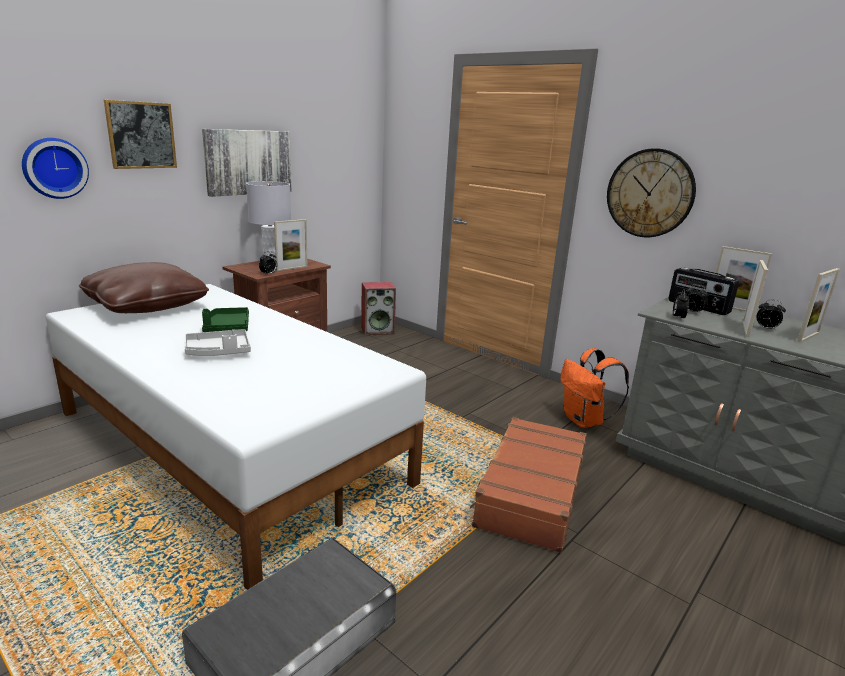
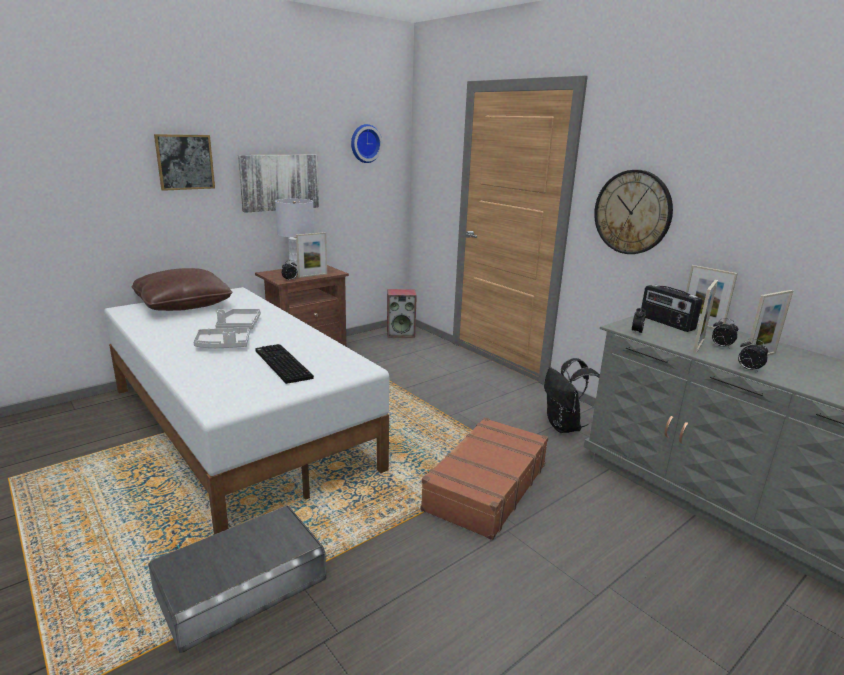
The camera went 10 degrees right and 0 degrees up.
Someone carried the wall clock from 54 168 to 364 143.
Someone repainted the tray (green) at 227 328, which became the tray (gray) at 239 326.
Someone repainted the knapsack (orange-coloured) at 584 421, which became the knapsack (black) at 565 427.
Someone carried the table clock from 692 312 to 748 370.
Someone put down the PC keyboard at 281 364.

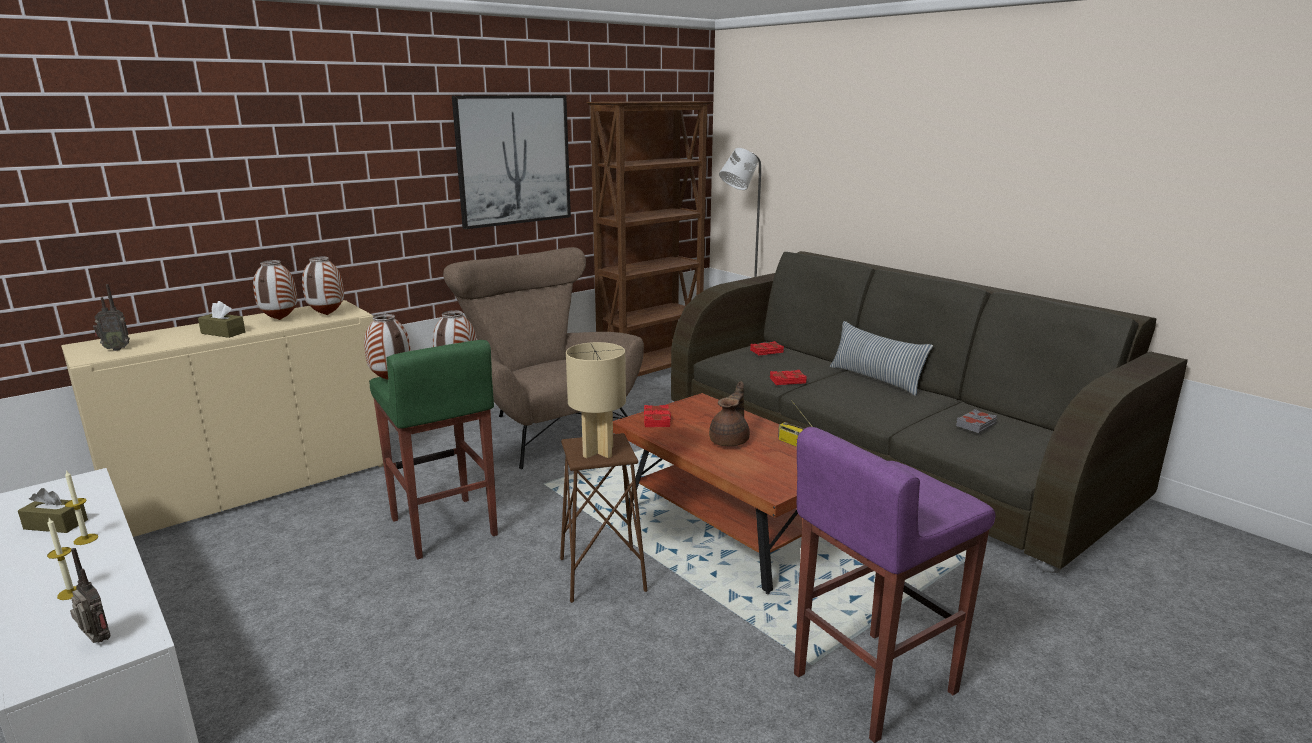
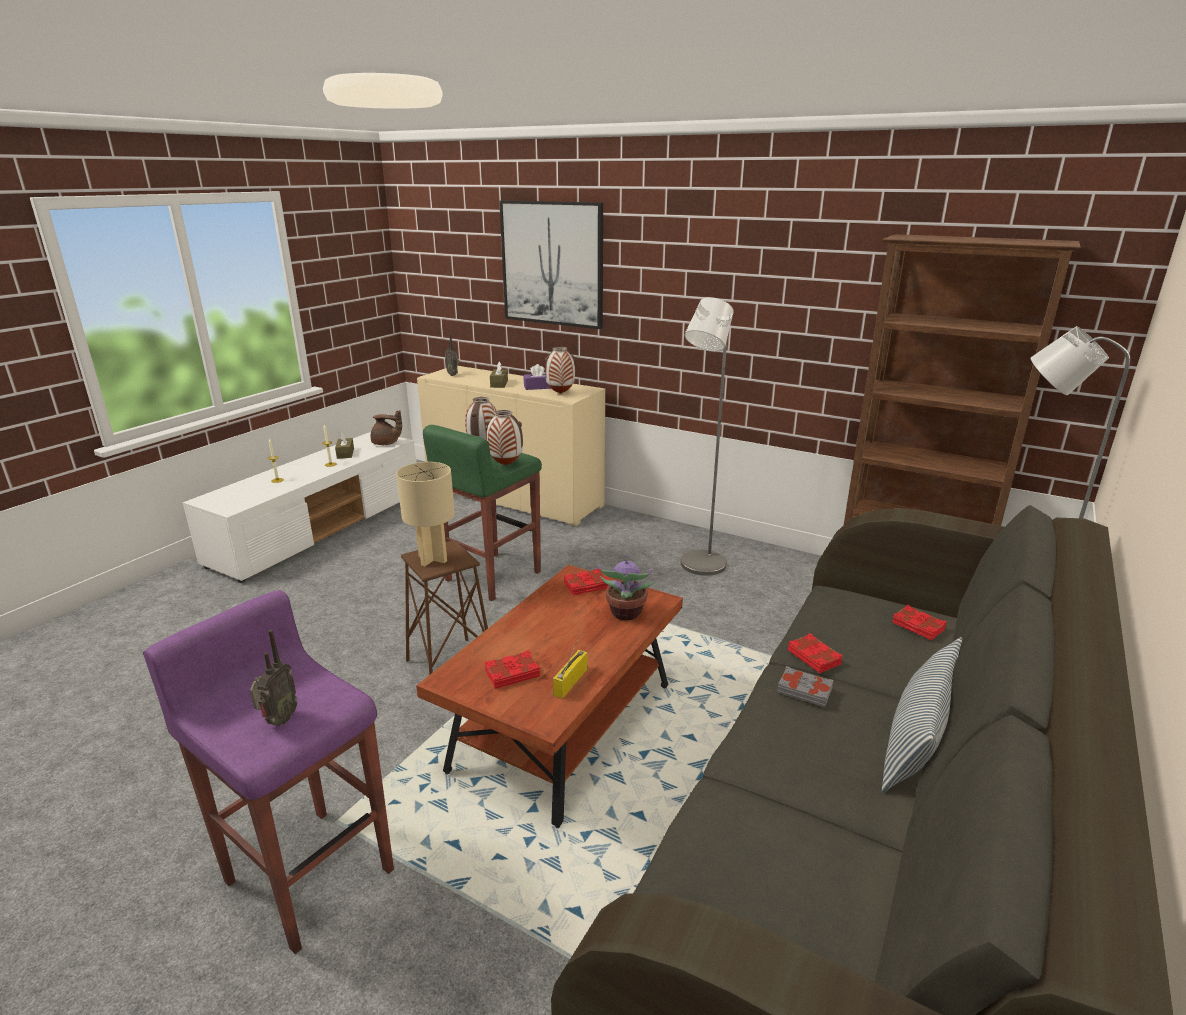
The camera went 70 degrees right and 5 degrees up.
Someone carried the radio receiver from 96 642 to 278 721.
Someone swapped the vase at 280 320 for the box of tissues (purplish) at 538 387.
Someone swapped the easy chair (brownish) at 545 426 for the standard lamp (gray) at 699 568.
Someone carried the wall picture from 513 160 to 552 264.
Someone carried the teapot (brownish) from 730 441 to 386 443.
Someone carried the volume (gray) from 975 424 to 804 690.
Someone put down the volume (red) at 512 673.
Someone put down the plant in a pot at 625 614.

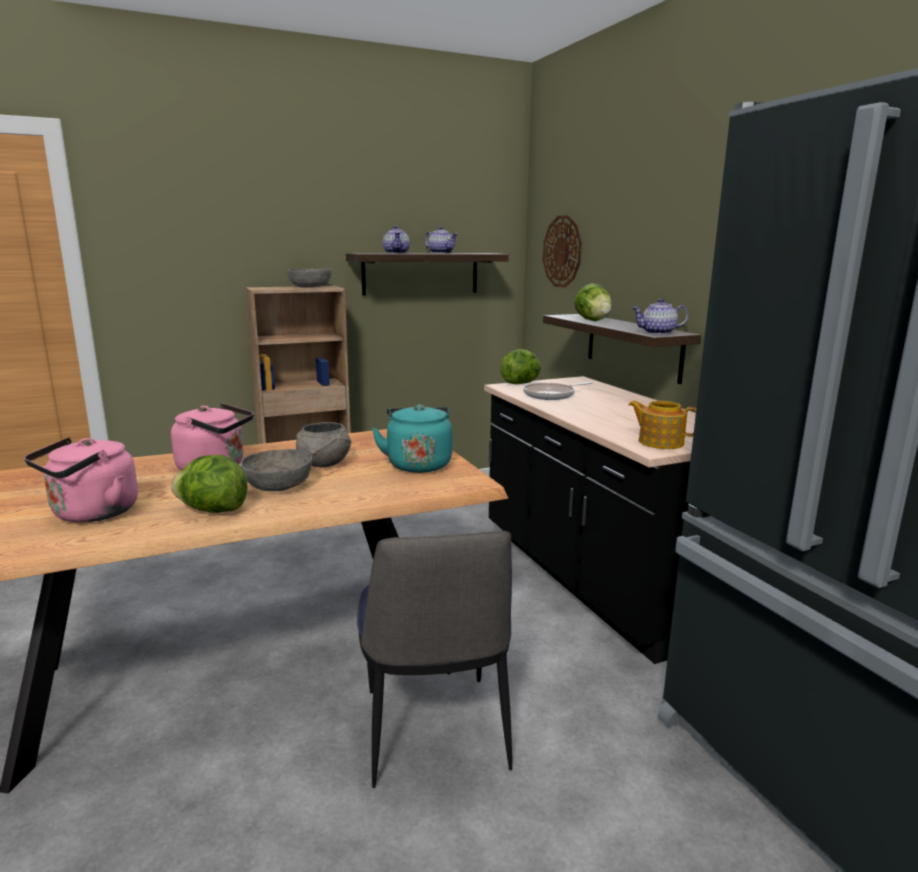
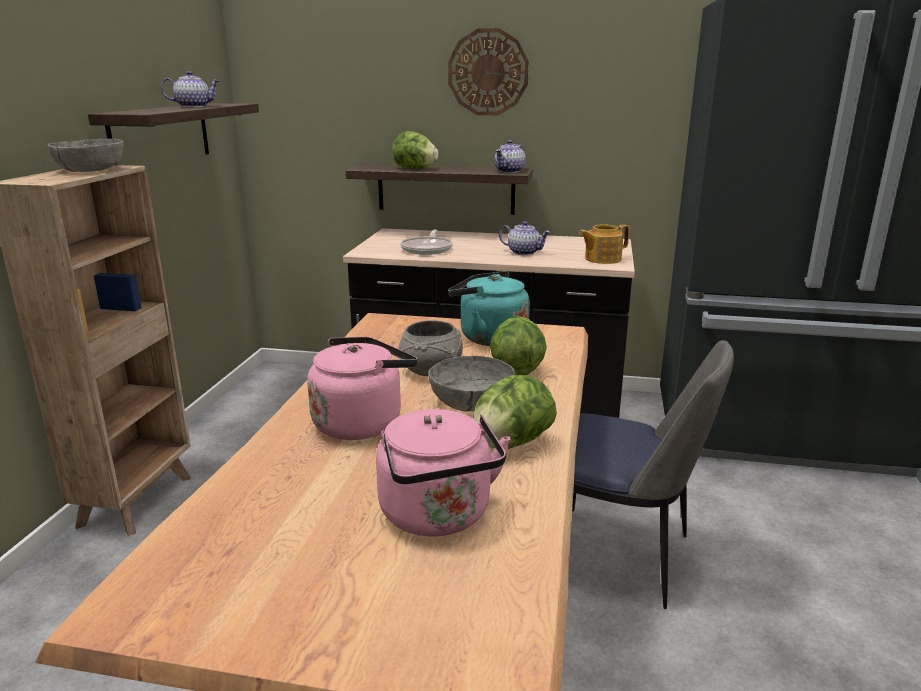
The camera went 55 degrees left and 5 degrees up.
Someone carried the teapot from 397 253 to 524 252.
Someone carried the lettuce from 521 383 to 516 370.
Someone carried the wall clock from 562 251 to 488 72.

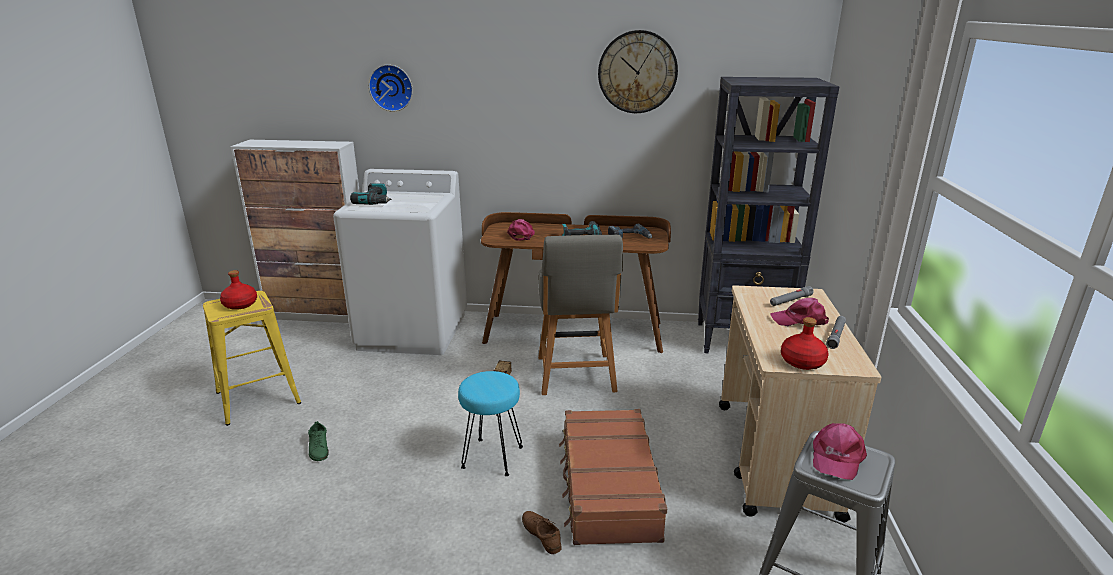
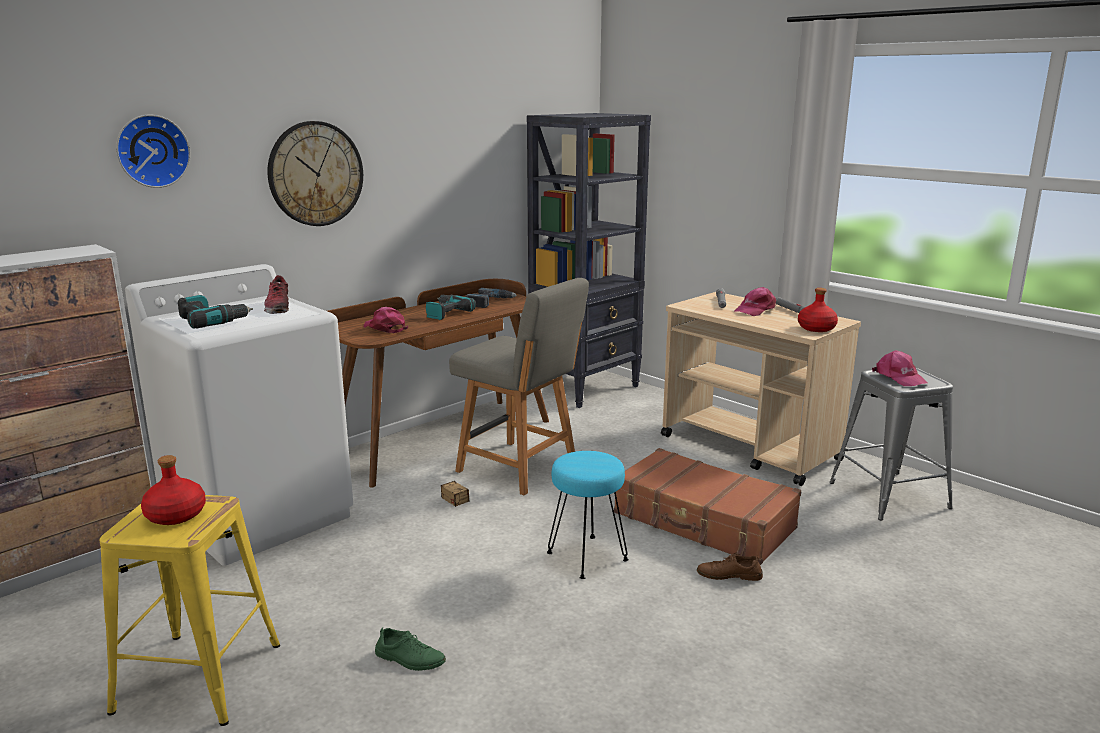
The camera went 50 degrees left and 5 degrees down.
Someone carried the wall clock from 637 72 to 315 174.
Someone put down the shoe at 277 307.

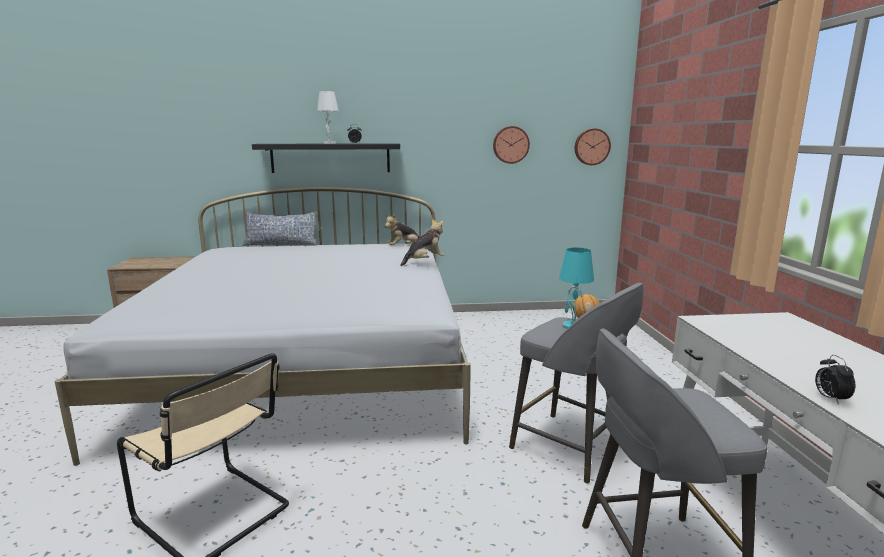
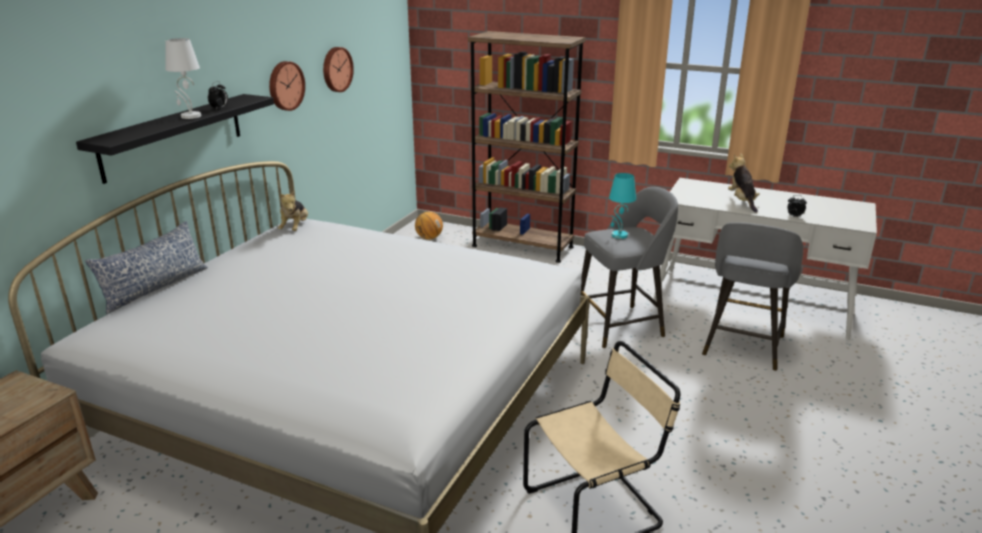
The camera went 60 degrees left and 10 degrees up.
Someone carried the plush toy from 424 262 to 742 201.
Someone carried the wall clock from 591 146 to 285 85.
Someone put down the bookcase (brownish) at 522 246.

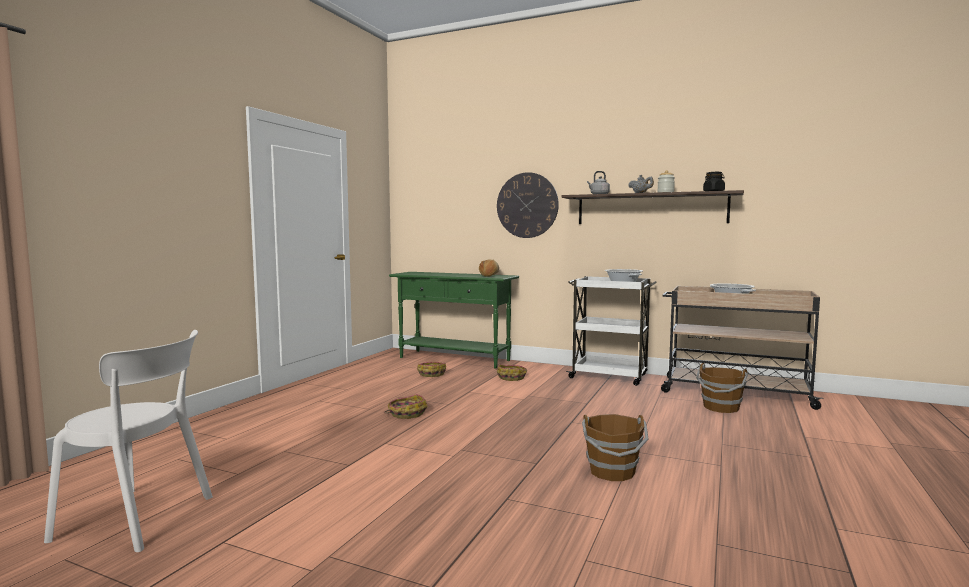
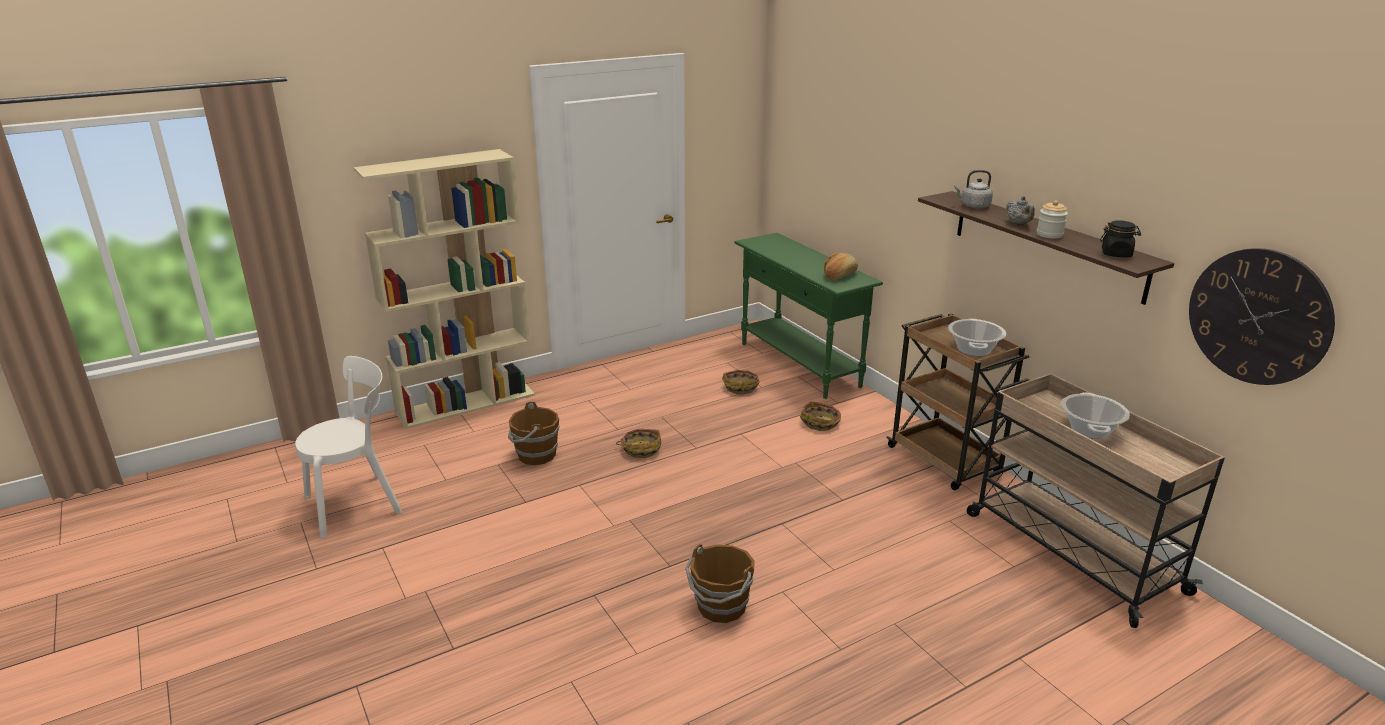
The camera went 35 degrees right and 20 degrees up.
Someone rotated the upright chair (white) at 140 518 by 75 degrees counterclockwise.
Someone carried the wall clock from 527 205 to 1258 316.
Someone repainted the trolley (white) at 610 376, which became the trolley (brownish) at 945 461.
Someone carried the bucket (brownish) from 721 408 to 535 455.
Someone put down the bookcase (sand-coloured) at 466 403.

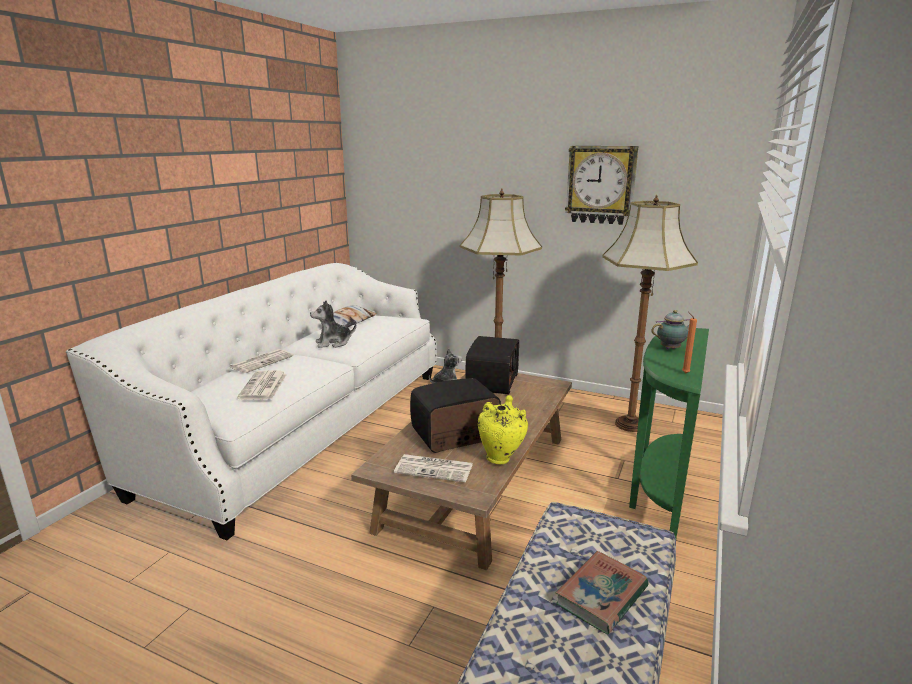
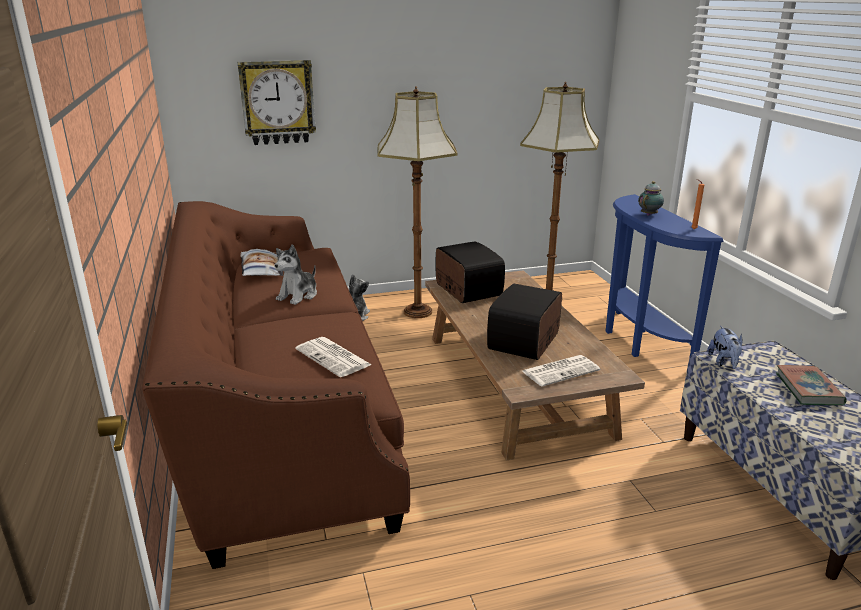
The camera went 40 degrees left and 5 degrees up.
Someone repainted the couch (white) at 304 426, which became the couch (brownish) at 280 406.
Someone took away the daily paper at 262 361.
Someone took away the vase (yellow-coloured) at 501 458.
Someone carried the wall clock from 601 185 to 278 102.
Someone repainted the console table (green) at 658 496, which became the console table (blue-coloured) at 638 342.
Someone put down the plush toy at 724 362.

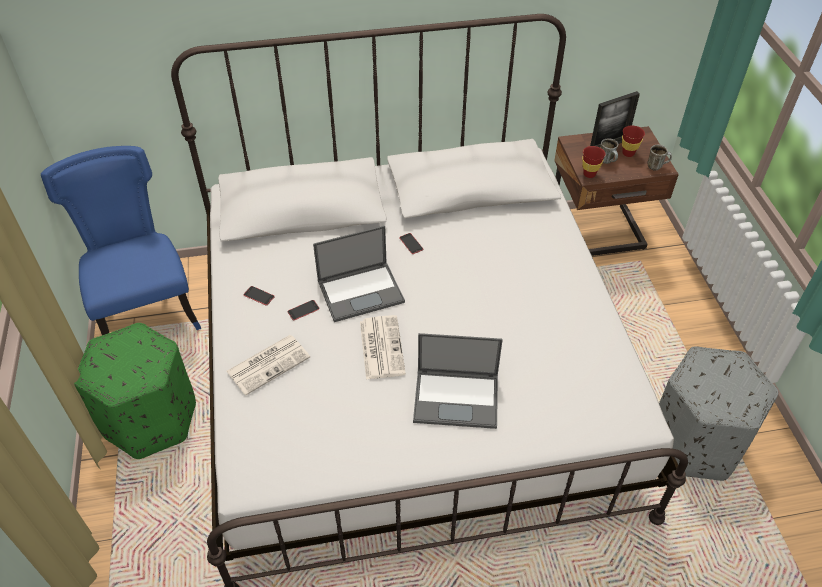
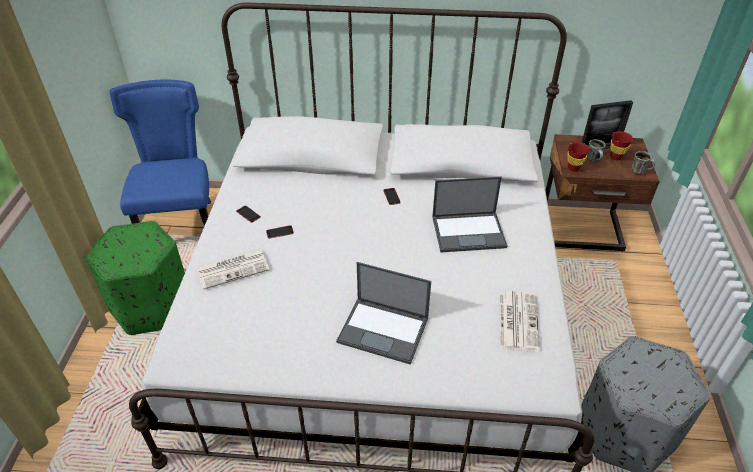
The camera went 15 degrees right and 5 degrees down.
Someone carried the notebook computer from 361 291 to 469 232.
Someone carried the daily paper from 381 347 to 517 320.

